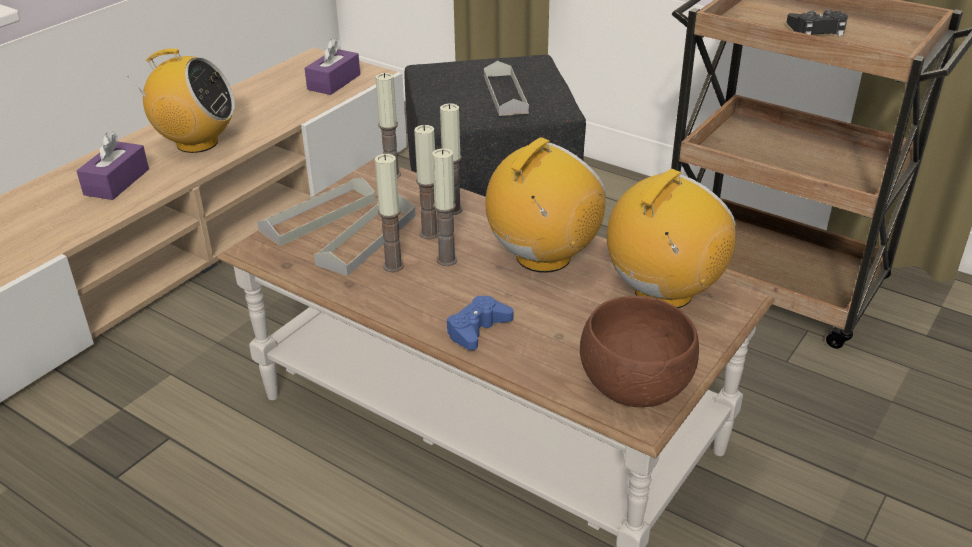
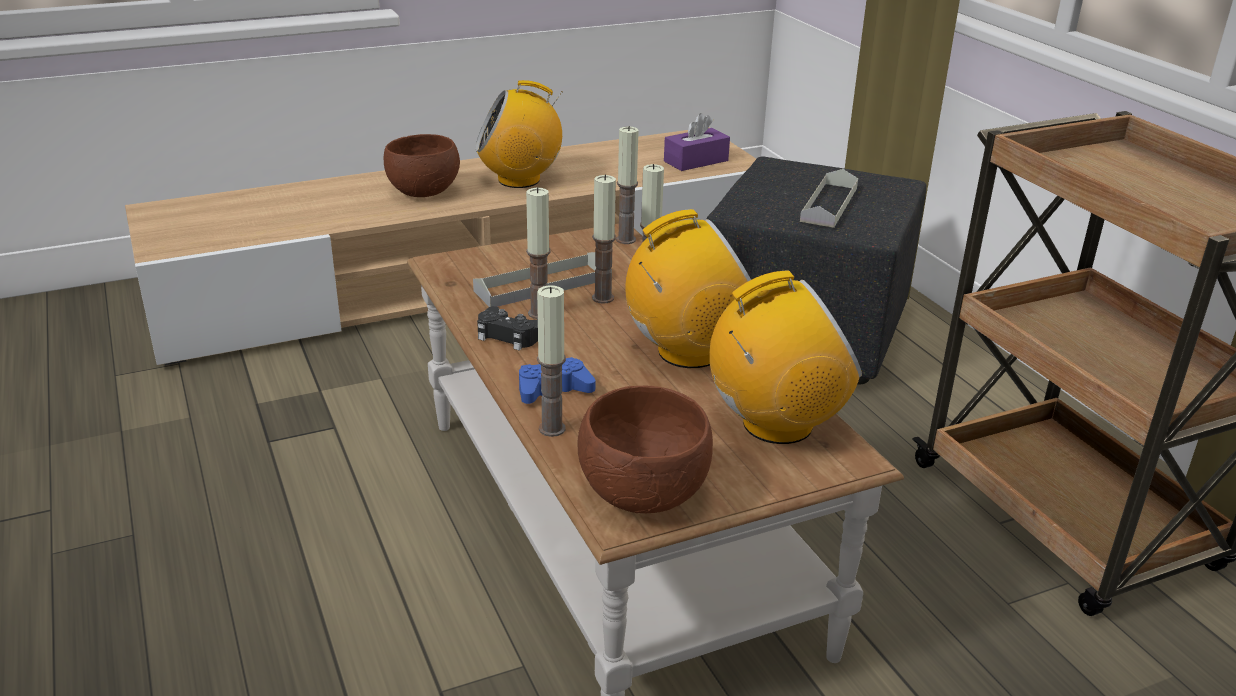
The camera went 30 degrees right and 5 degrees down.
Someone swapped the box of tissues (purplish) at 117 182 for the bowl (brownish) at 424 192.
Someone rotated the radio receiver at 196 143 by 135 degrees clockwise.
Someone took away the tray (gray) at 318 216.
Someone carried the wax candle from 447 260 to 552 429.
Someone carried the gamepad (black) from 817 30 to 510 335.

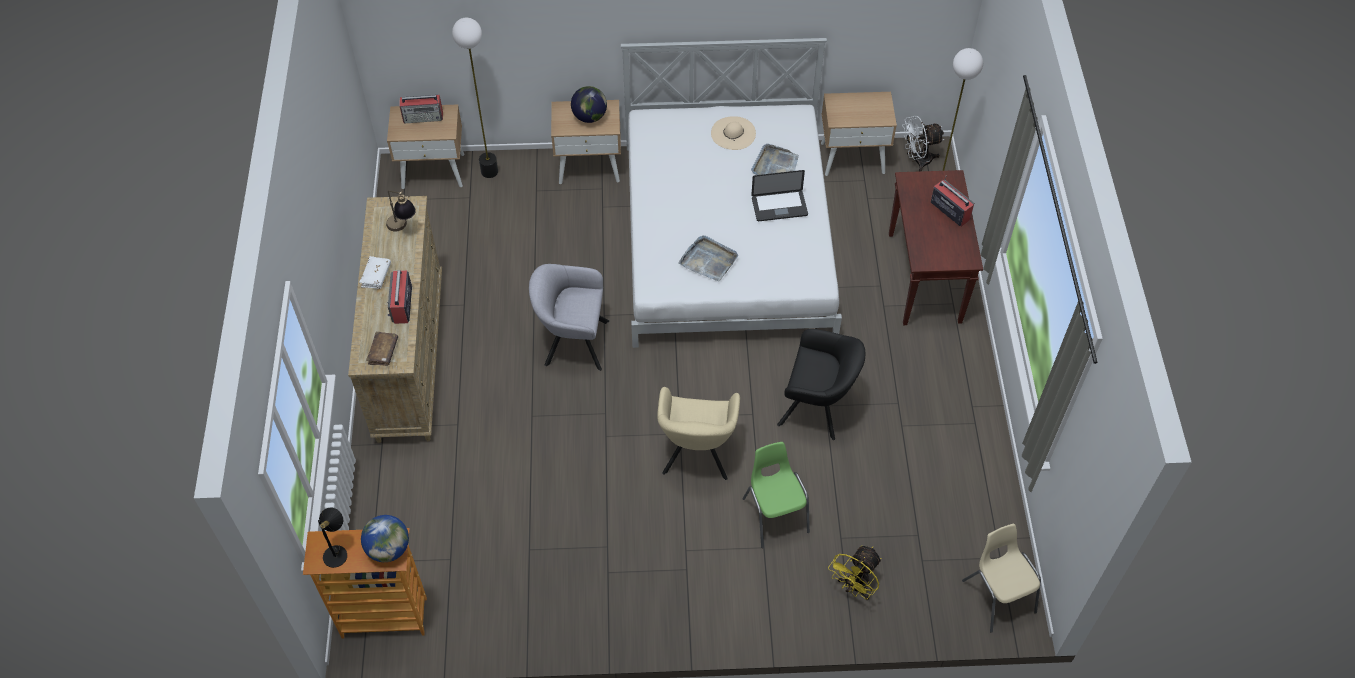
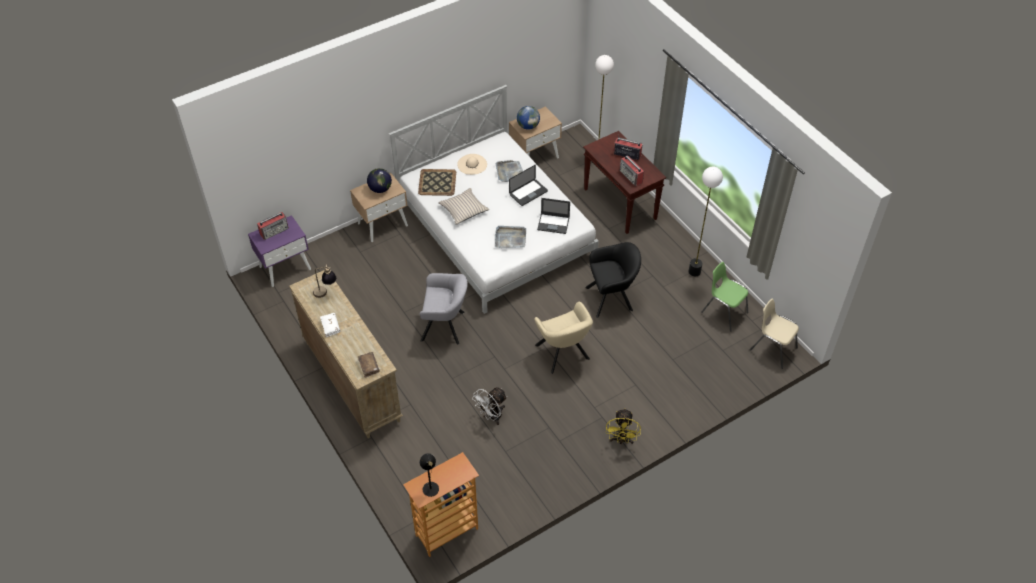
The camera went 30 degrees left and 5 degrees down.
Someone carried the globe from 388 548 to 528 126.
Someone repainted the bedside table (sand-coloured) at 433 170, which became the bedside table (purplish) at 285 267.
Someone carried the radio receiver from 402 305 to 631 176.
Someone carried the standard lamp from 489 171 to 694 271.
Someone rotated the easy chair (gray) at 572 342 by 150 degrees counterclockwise.
Someone carried the upright chair (green) from 775 515 to 724 312.
Someone carried the cooling fan (yellow-coloured) from 854 587 to 621 440.
Someone carried the cooling fan (white) from 917 160 to 491 416.
Someone put down the tray at 437 183.
Someone put down the throw pillow (sand-coloured) at 463 210.
Someone put down the notebook computer at 554 223.

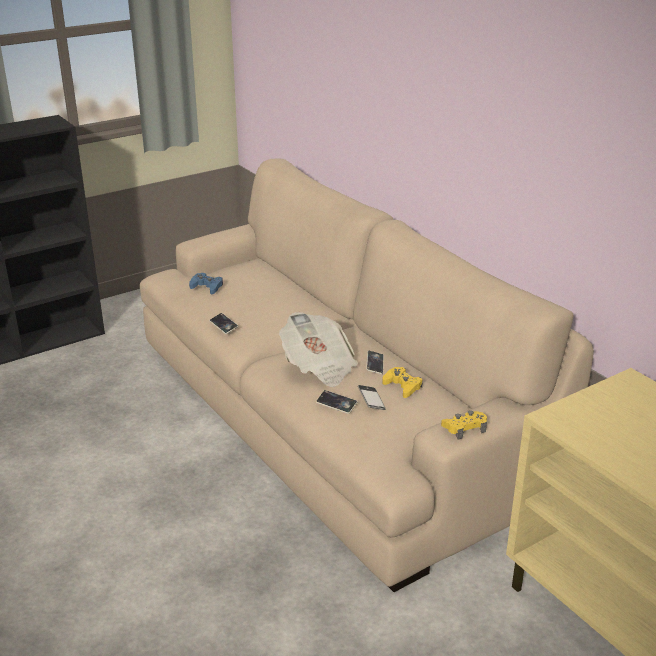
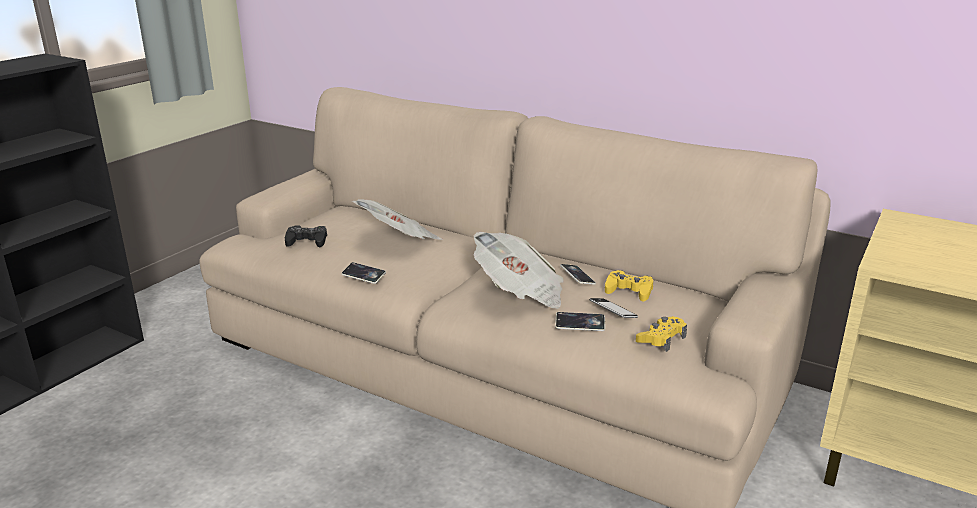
The camera went 25 degrees left and 5 degrees down.
Someone repainted the gamepad (blue-coloured) at 207 287, which became the gamepad (black) at 307 241.
Someone carried the gamepad (yellow-coloured) from 464 428 to 661 339.
Someone put down the daily paper at 399 241.

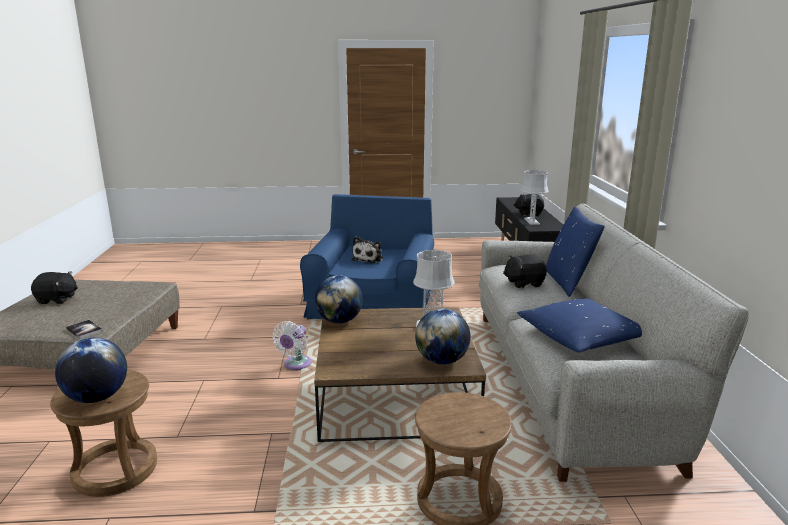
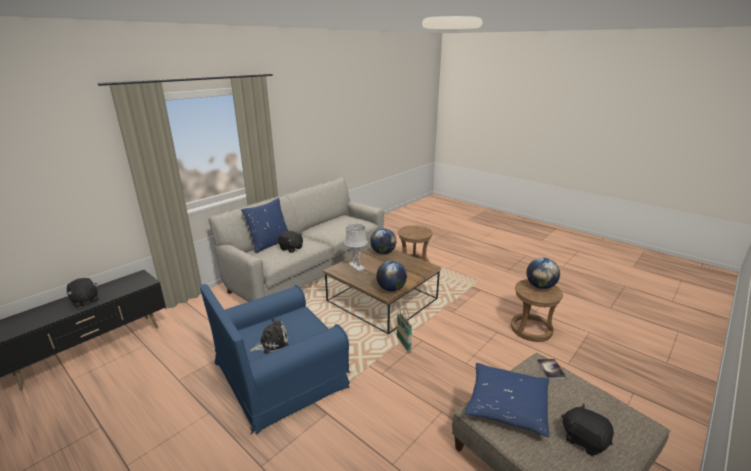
The camera went 135 degrees left and 5 degrees up.
Someone swapped the cooling fan (white) at 296 365 for the storage basket at 403 344.
Someone carried the throw pillow (blue-coloured) from 581 337 to 507 405.
Someone took away the tabletop lamp (gray) at 532 221.

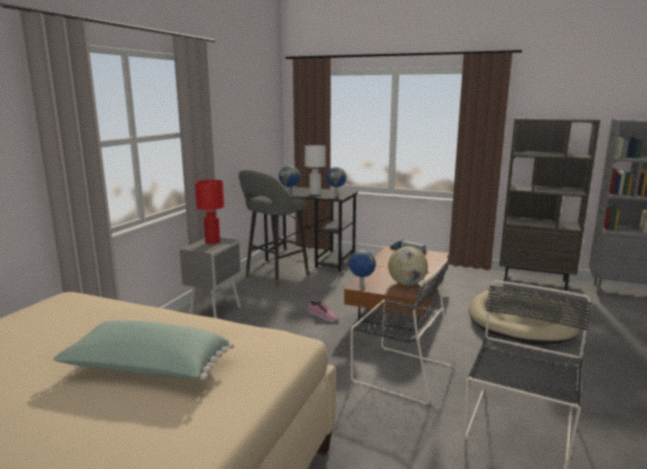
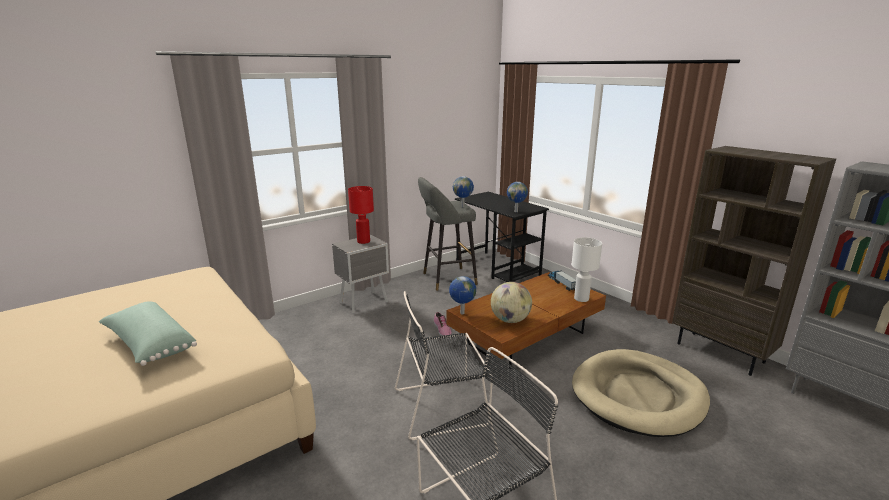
The camera went 30 degrees right and 5 degrees up.
Someone carried the tabletop lamp (white) from 315 194 to 581 299.
Someone rotated the upright chair (black) at 399 372 by 105 degrees clockwise.

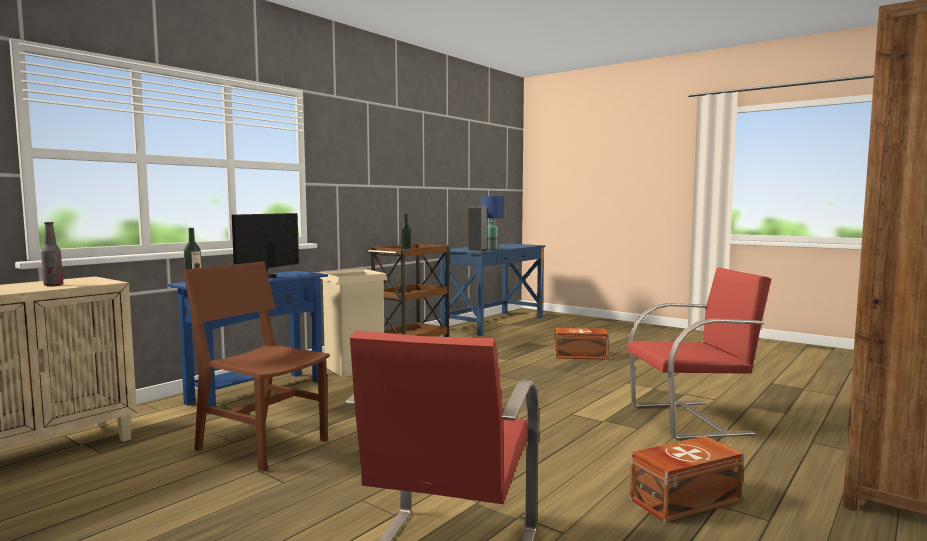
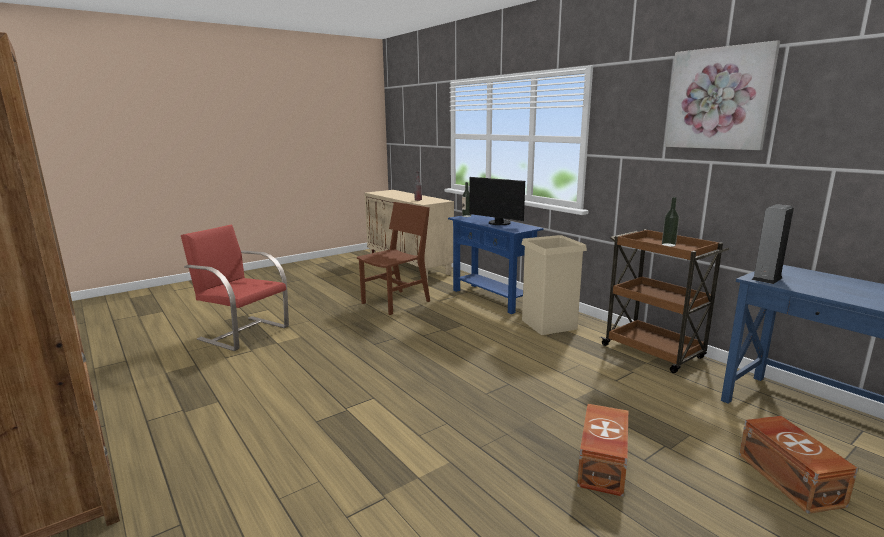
The camera went 105 degrees right and 10 degrees up.
Someone took away the tabletop lamp (blue-coloured) at 492 249.
Someone took away the upright chair (red) at 691 419.
Someone carried the storage box (brownish) from 682 499 to 789 478.
Someone put up the wall picture at 718 99.

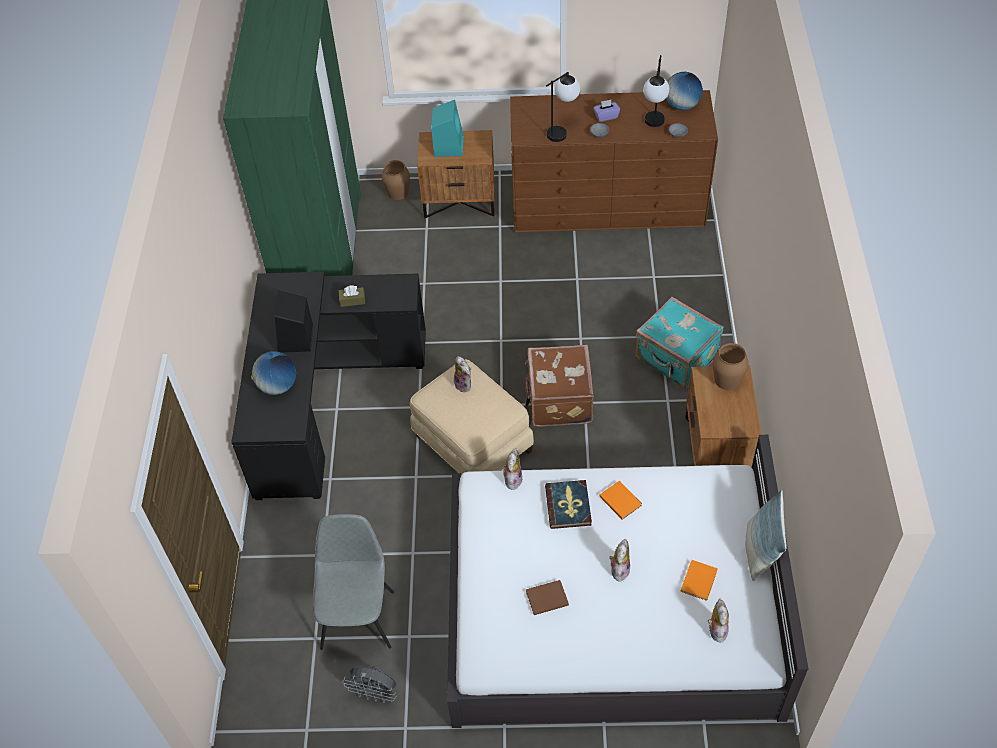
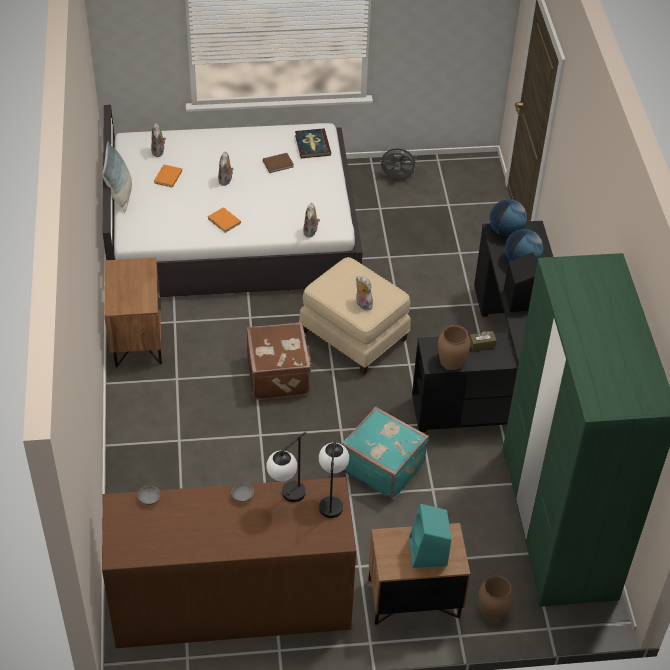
The camera went 170 degrees right and 5 degrees down.
Someone took away the upright chair (gray) at 358 617.
Someone carried the volume from 568 506 to 312 145.
Someone took away the box of tissues (purplish) at 606 116.
Someone carried the piece of luggage (turquoise) from 676 358 to 383 466.
Someone carried the tabletop lamp from 653 126 to 331 500.
Someone carried the globe from 681 105 to 506 231.
Someone carried the vase (brownish) from 727 380 to 451 360.

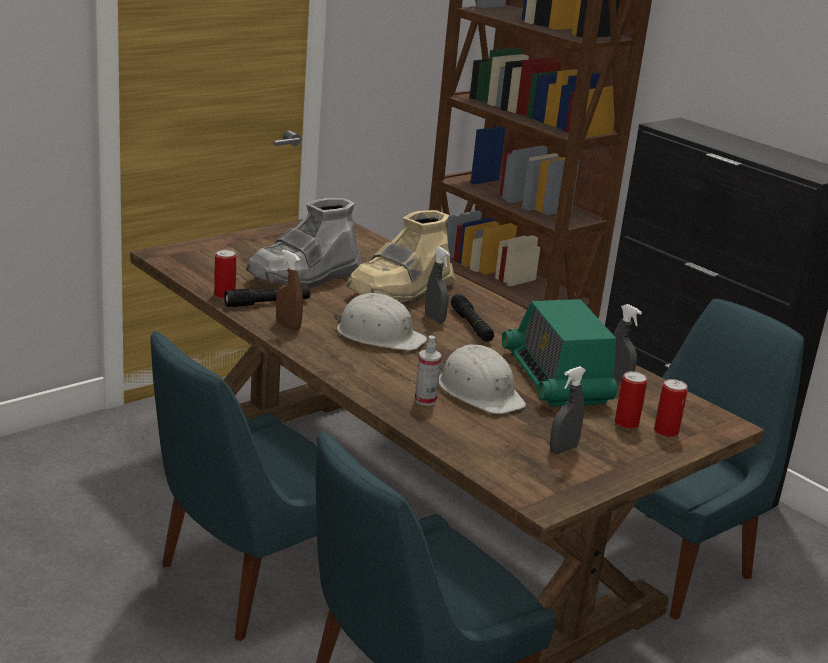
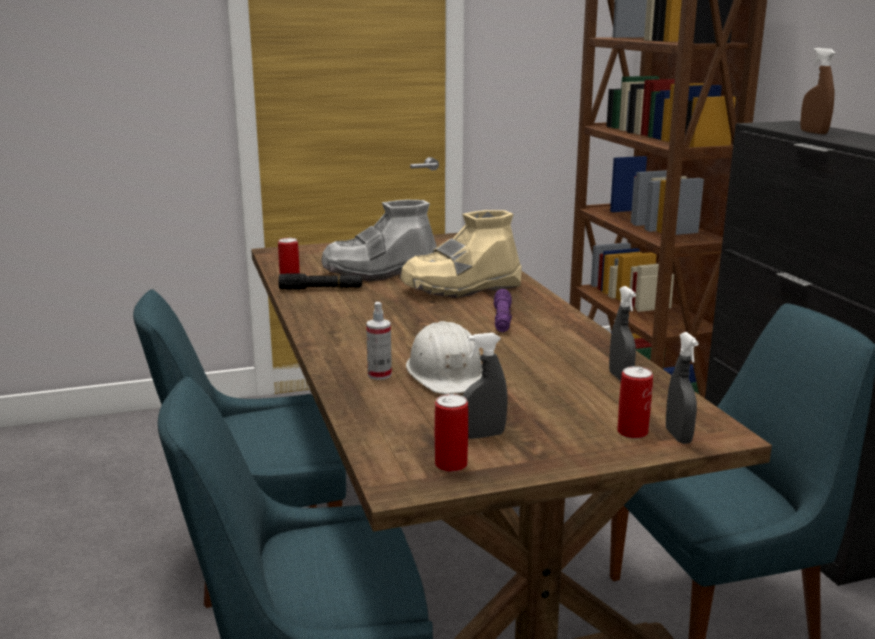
The camera went 25 degrees right and 5 degrees down.
Someone carried the hand sprayer (brownish) from 288 326 to 813 132.
Someone took away the hard hat (white) at 379 335.
Someone carried the hand sprayer (gray) from 434 318 to 678 436.
Someone repainted the flashlight (black) at 471 325, which became the flashlight (purplish) at 502 319.
Someone took away the radio receiver at 556 378.
Someone carried the can from 626 423 to 451 464.

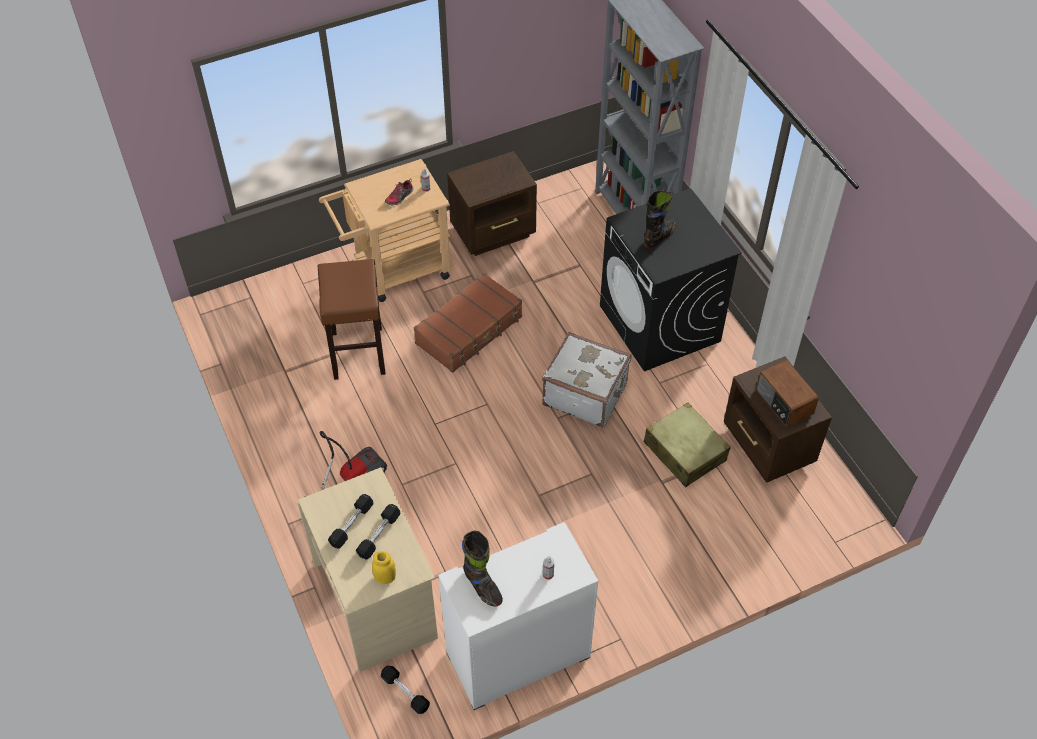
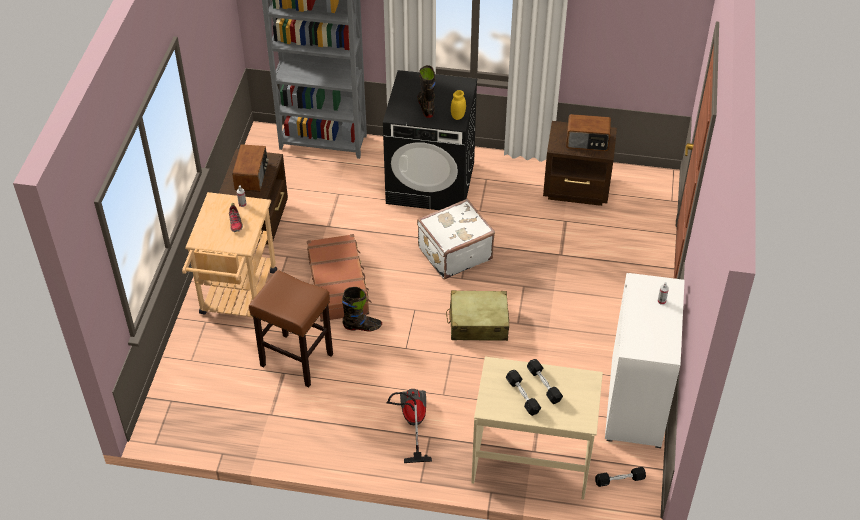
The camera went 55 degrees left and 5 degrees down.
Someone carried the jar (yellow-coloured) from 385 578 to 458 116.
Someone carried the boot (black) from 482 587 to 362 327.
Someone carried the piece of luggage (sand-coloured) from 684 452 to 478 323.
Someone put down the radio receiver at 252 176.

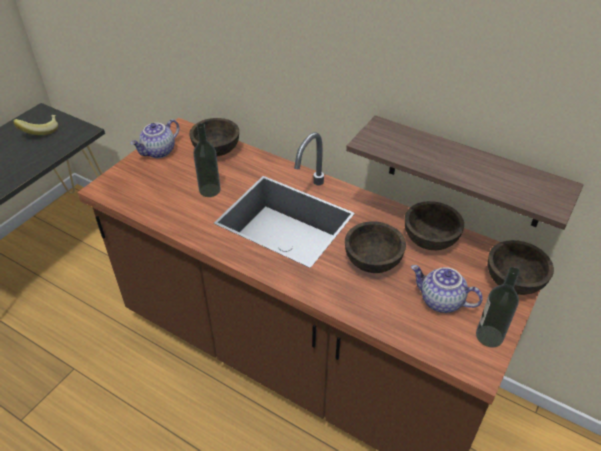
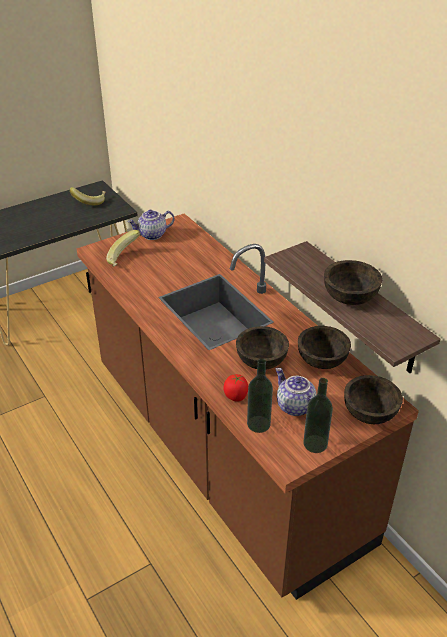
The camera went 25 degrees right and 5 degrees down.
Someone carried the bowl (brownish) from 216 150 to 349 297.
Someone carried the beverage bottle from 209 190 to 258 424.
Someone put down the banana fruit at 125 259.
Someone put down the whole tomato at 236 396.

